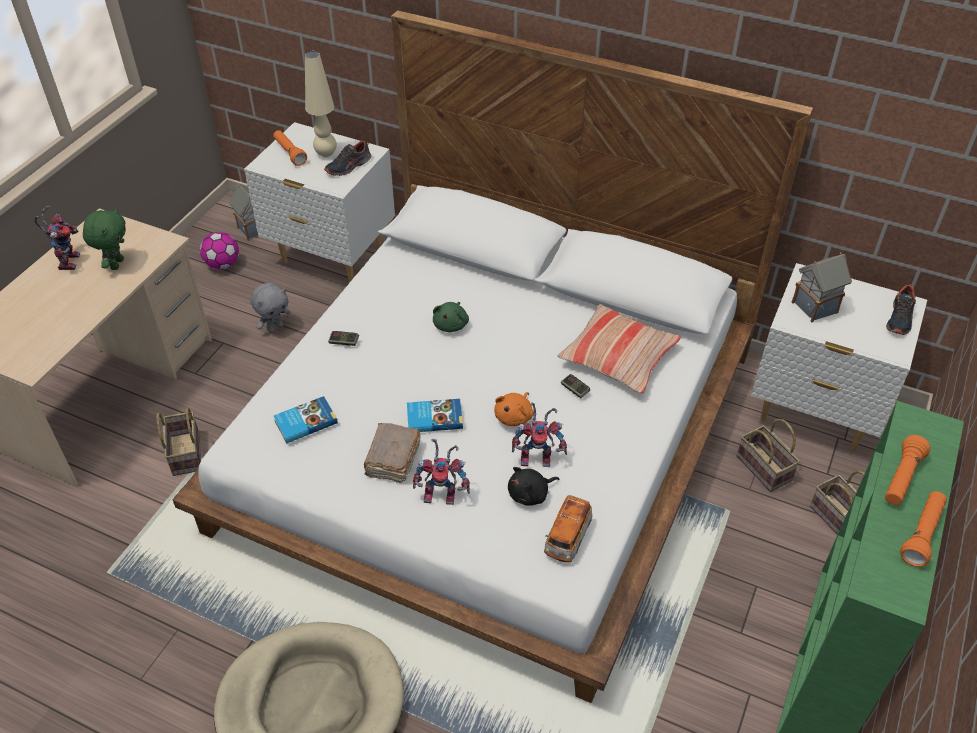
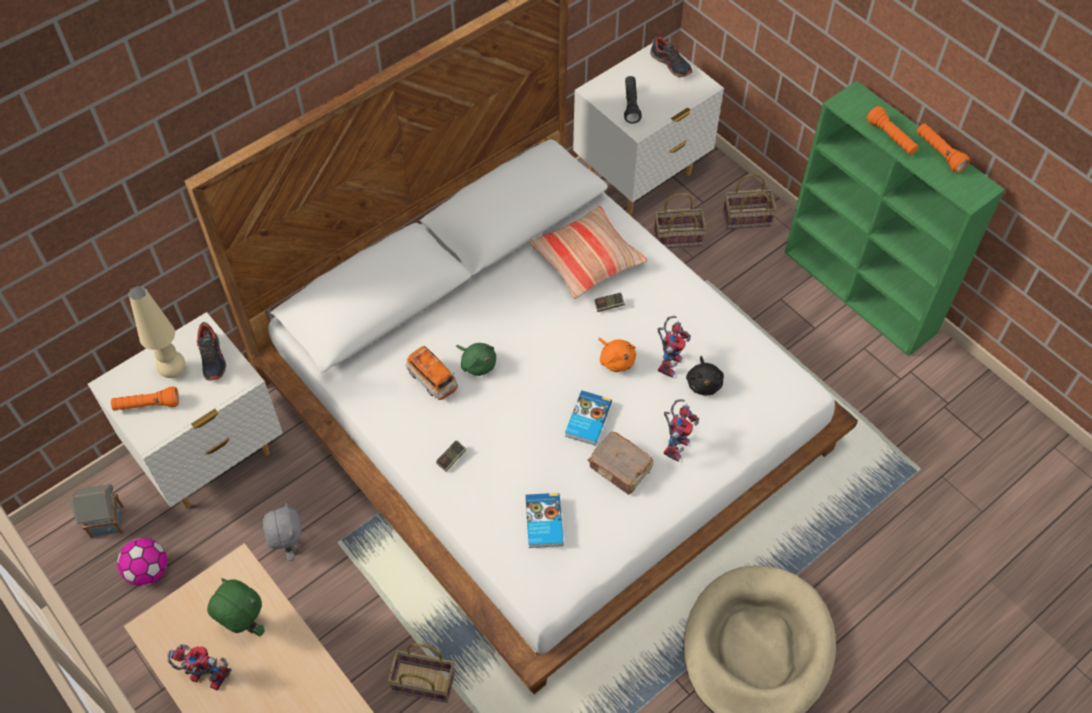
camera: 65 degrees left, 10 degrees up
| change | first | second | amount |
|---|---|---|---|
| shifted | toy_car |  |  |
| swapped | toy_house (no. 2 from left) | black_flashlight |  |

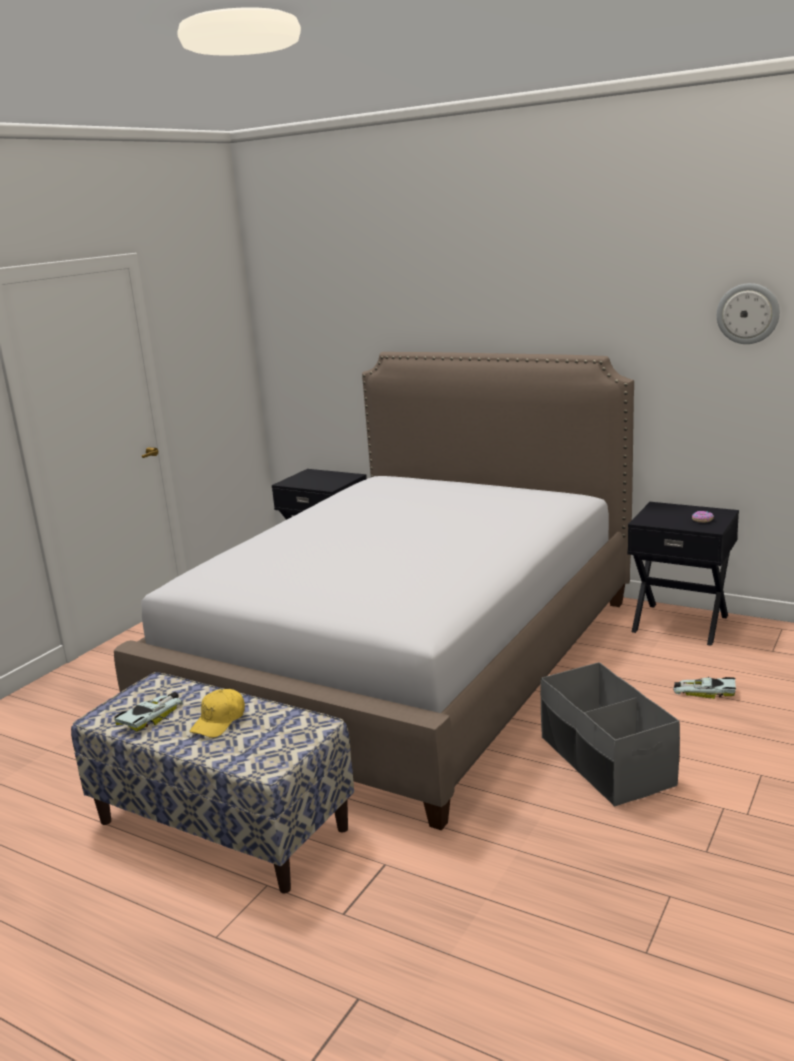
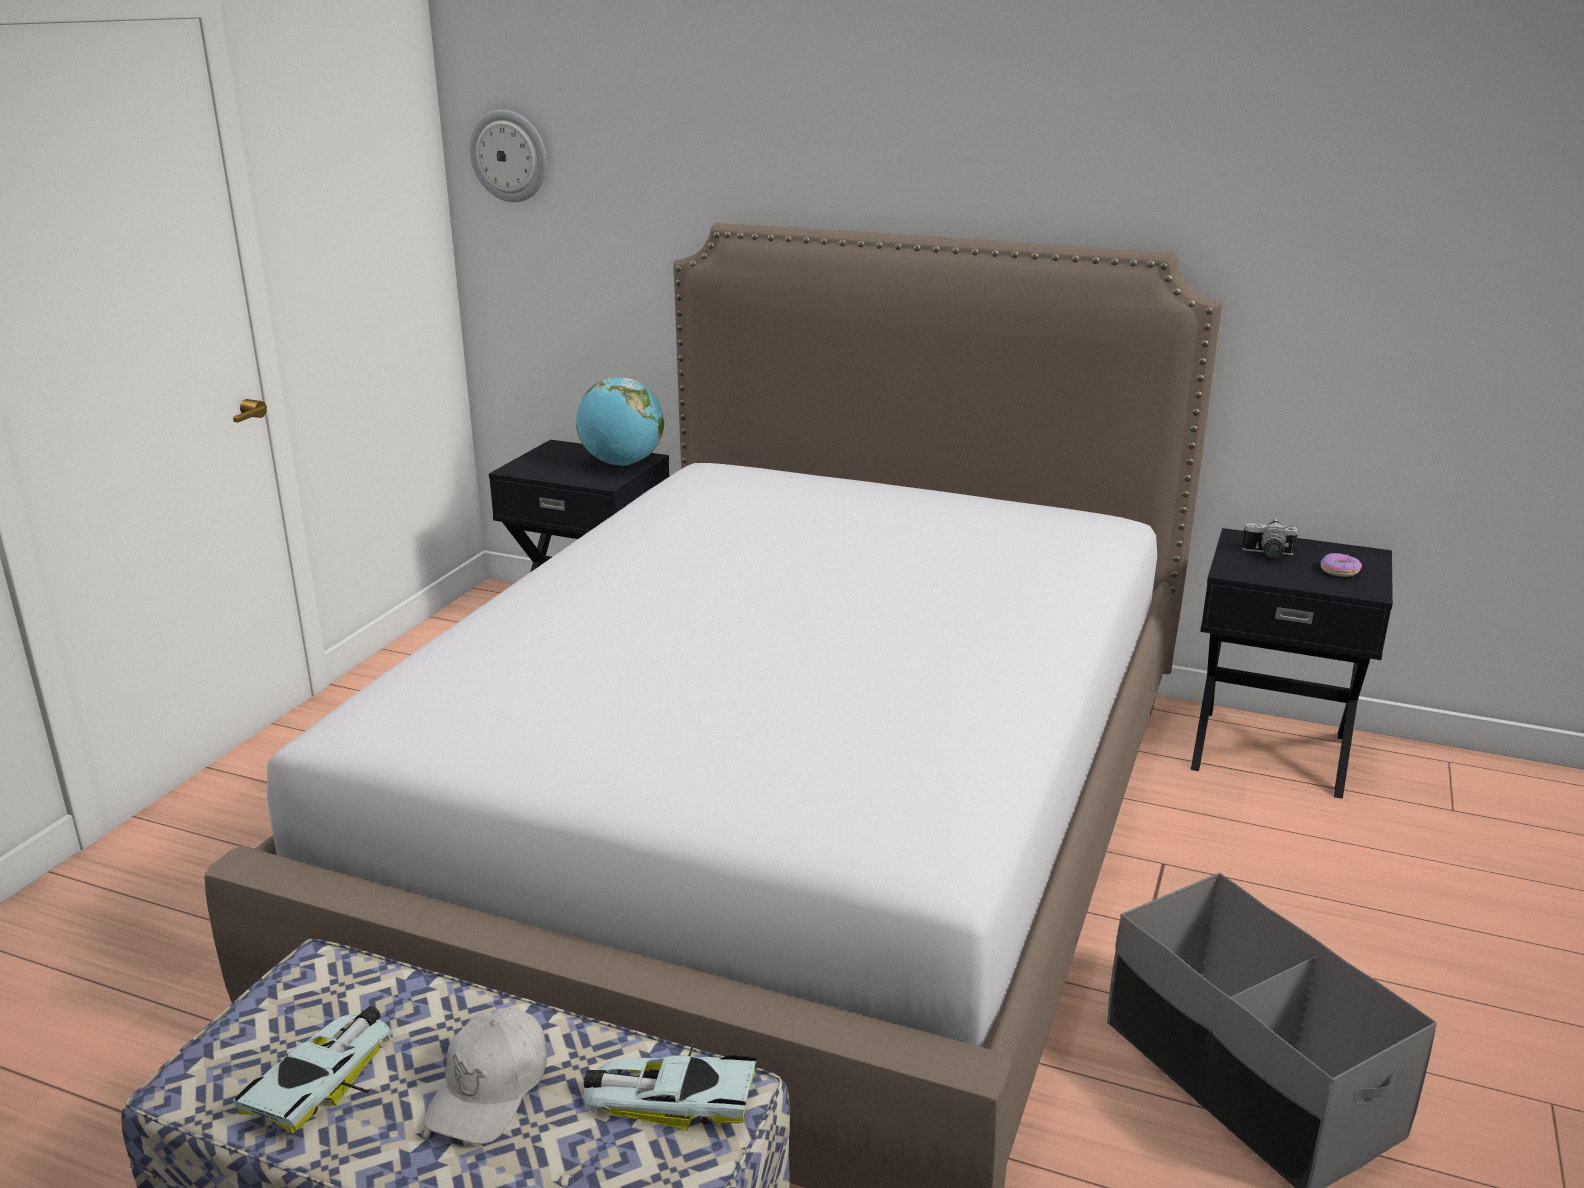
camera: 10 degrees left, 5 degrees up
| change | first | second | amount |
|---|---|---|---|
| repainted | yellow_cap | white_cap |  |
| shifted | toy_car (no. 2 from left) |  |  |
| shifted | wall_clock |  |  |
| new |  | globe |  |
| new |  | photo_camera |  |

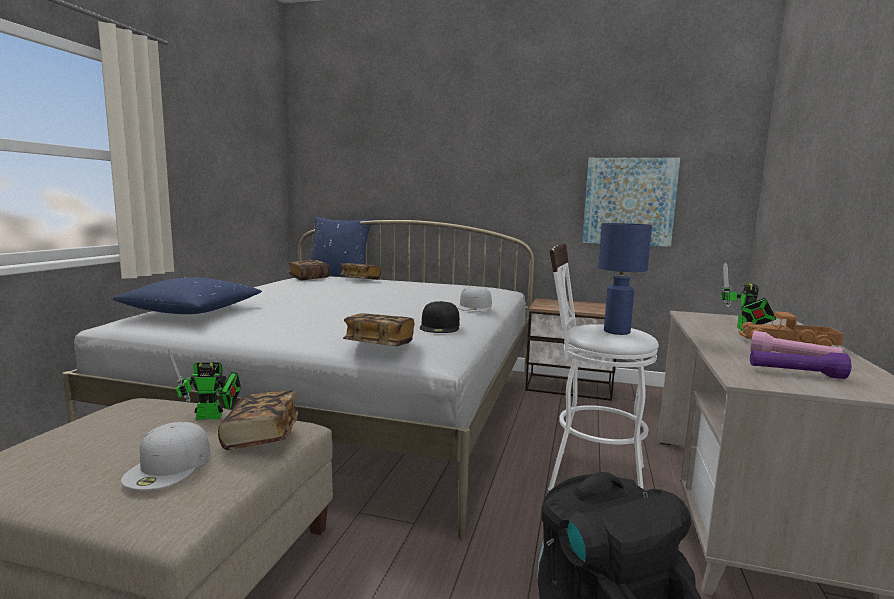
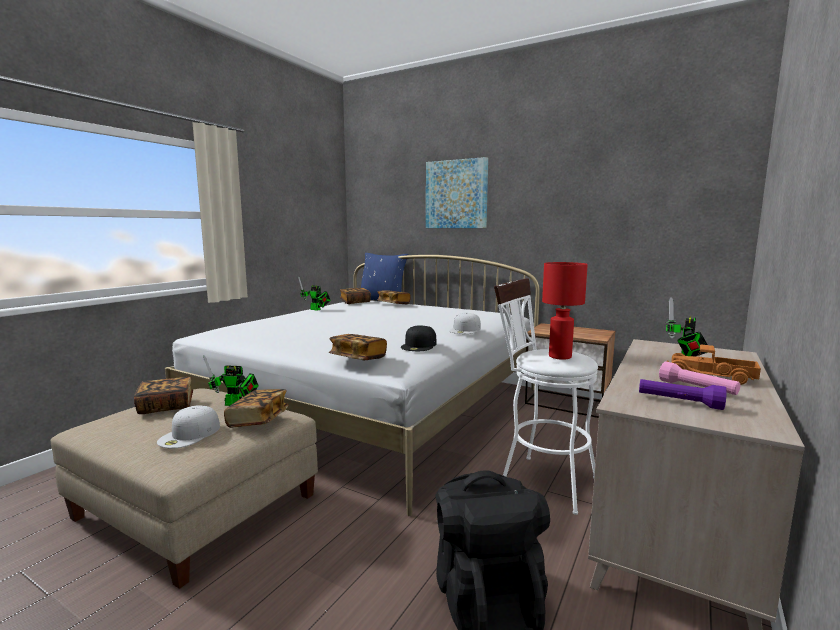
camera: 15 degrees right, 0 degrees up
| change | first | second | amount |
|---|---|---|---|
| gone | blue_pillow (no. 1 from left) |  |  |
| shifted | picture |  |  |
| repainted | blue_table_lamp | red_table_lamp |  |
| new |  | book (no. 1 from left) |  |
| new |  | toy_robot (no. 2 from left) |  |

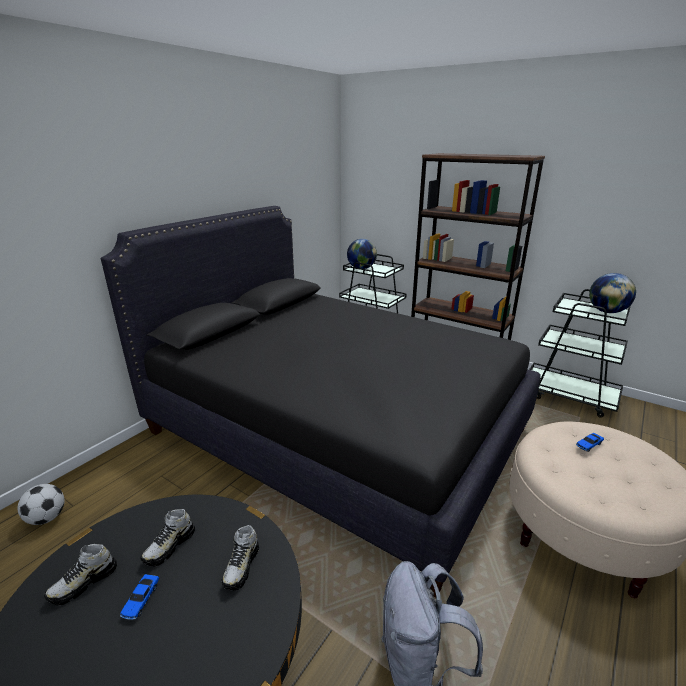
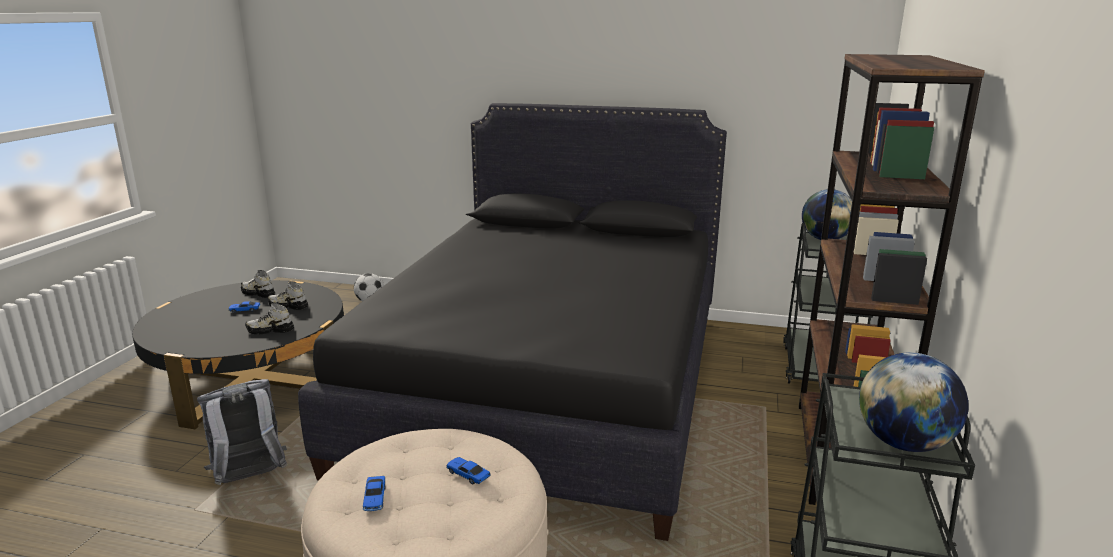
camera: 70 degrees right, 5 degrees down
| change | first | second | amount |
|---|---|---|---|
| new |  | toy_car (no. 2 from left) |  |

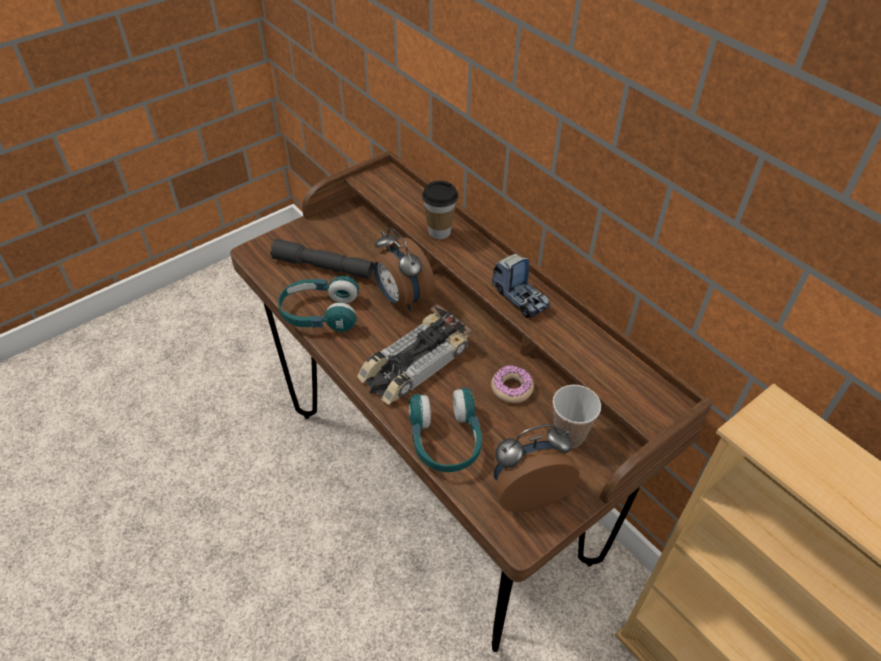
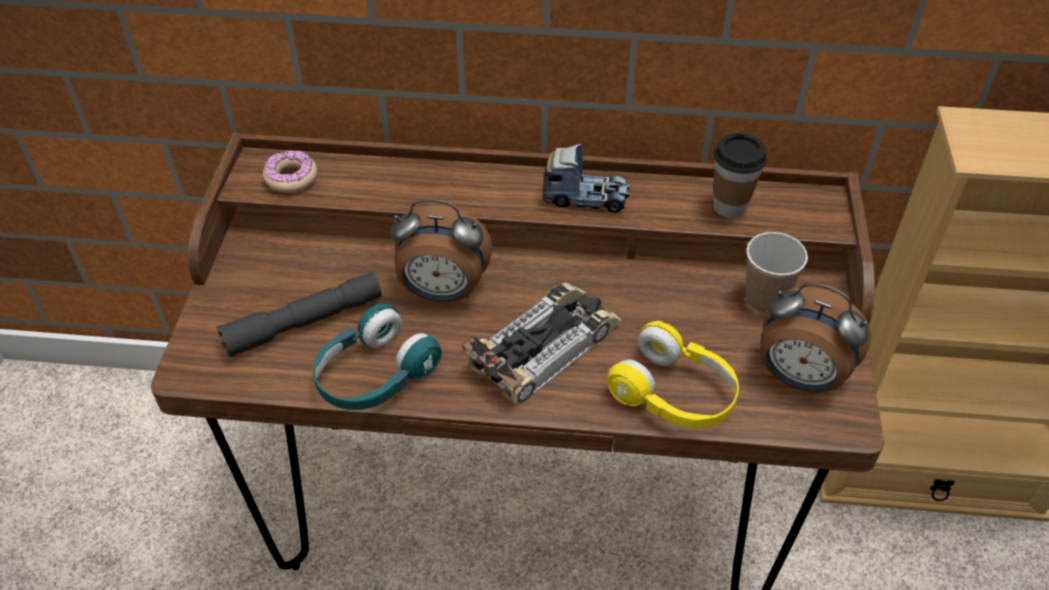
camera: 45 degrees left, 0 degrees up
| change | first | second | amount |
|---|---|---|---|
| rotated | toy_car |  | 135 degrees counterclockwise |
| repainted | turquoise_headphones (no. 2 from left) | yellow_headphones |  |
| shifted | cup (no. 1 from left) |  |  |
| shifted | donut |  |  |
| rotated | alarm_clock (no. 2 from left) |  | 90 degrees counterclockwise |

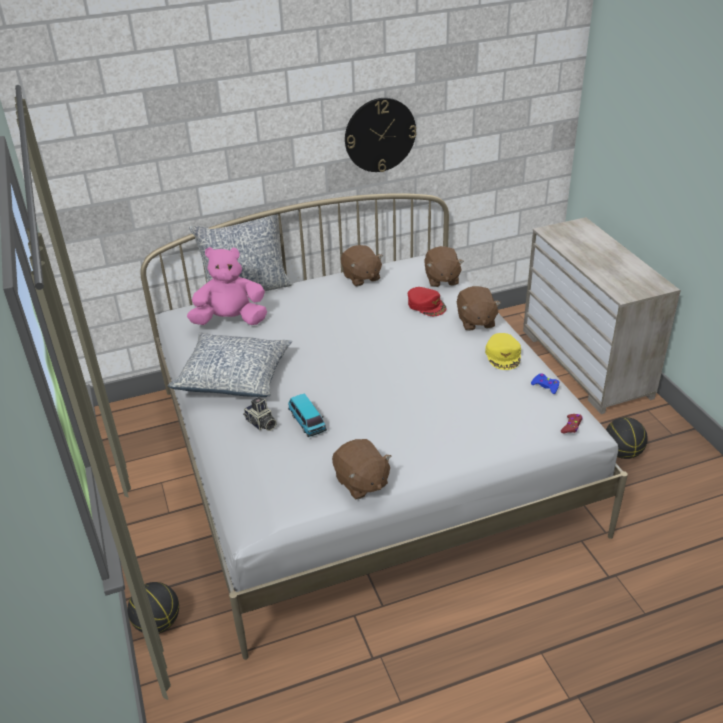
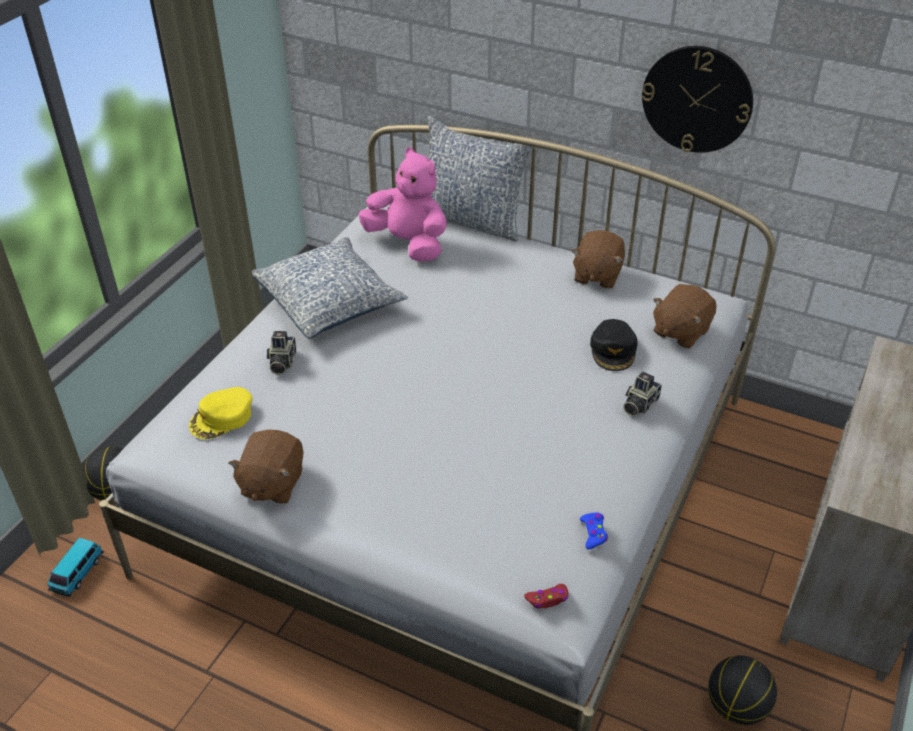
camera: 45 degrees right, 5 degrees up
| change | first | second | amount |
|---|---|---|---|
| shifted | toy_car |  |  |
| repainted | red_cap | black_cap |  |
| swapped | brown_plush_toy (no. 4 from left) | photo_camera (no. 2 from left) |  |
| shifted | yellow_cap |  |  |

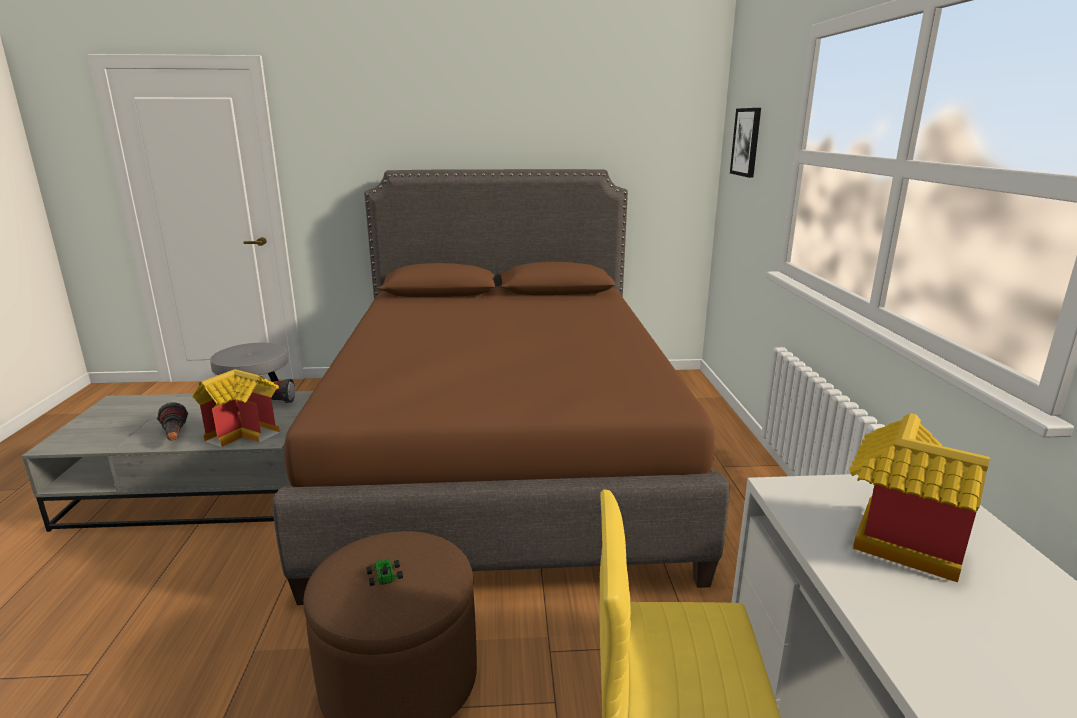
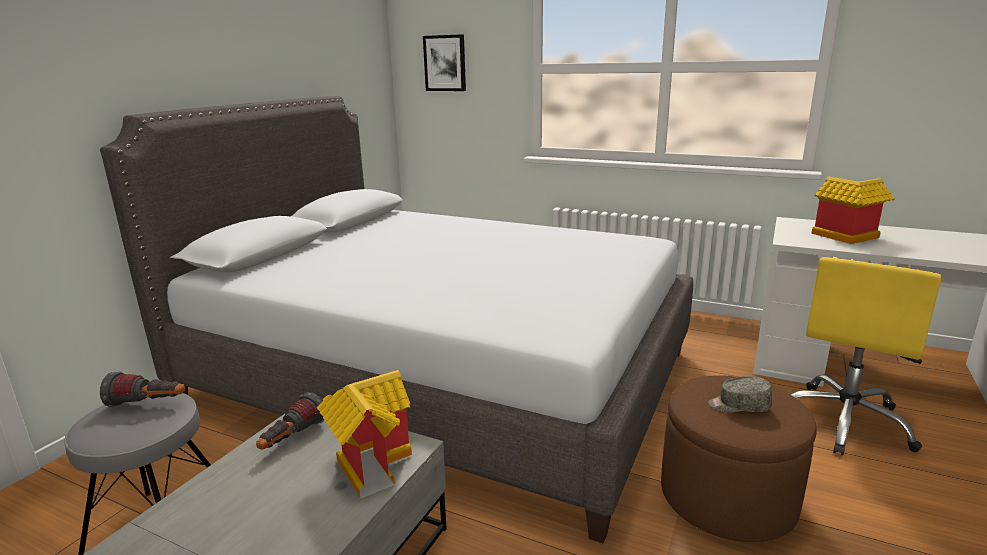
camera: 60 degrees left, 0 degrees up
| change | first | second | amount |
|---|---|---|---|
| shifted | flashlight (no. 1 from left) |  |  |
| repainted | brown_bed | grey_bed |  |
| swapped | toy_car | grey_cap |  |

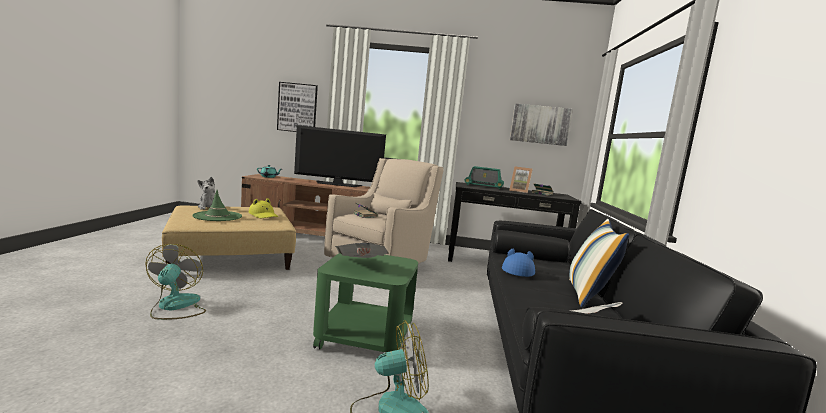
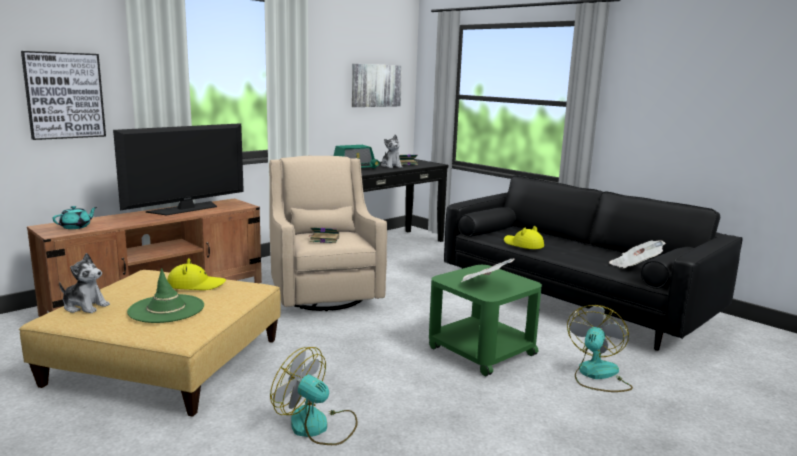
camera: 50 degrees left, 5 degrees up
| change | first | second | amount |
|---|---|---|---|
| repainted | blue_hat | yellow_hat (no. 2 from left) |  |
| swapped | picture_frame | plush_toy (no. 2 from left) |  |
| gone | pillow |  |  |

